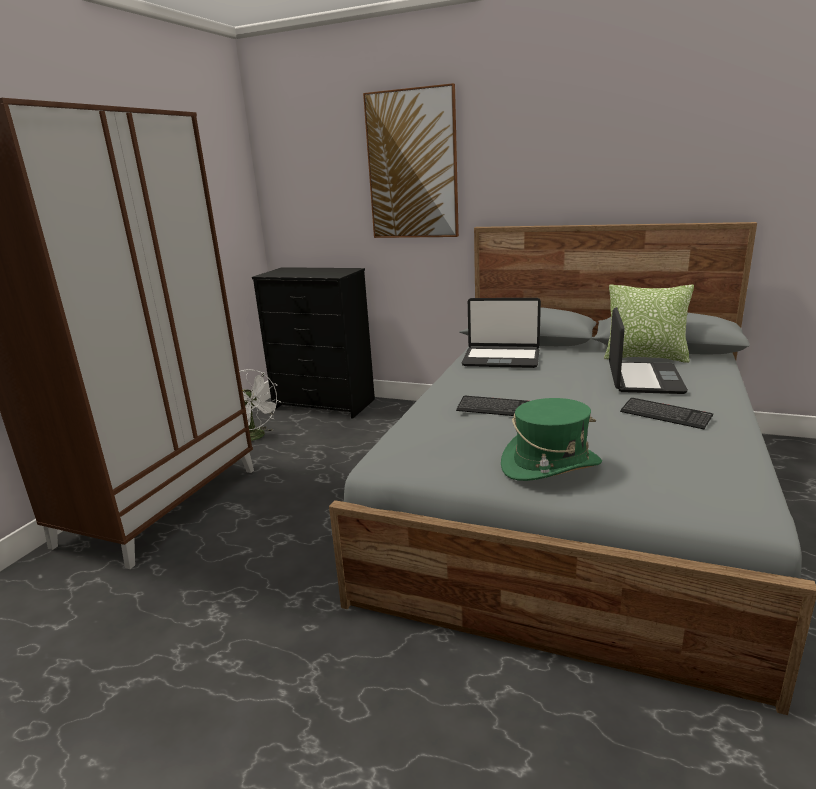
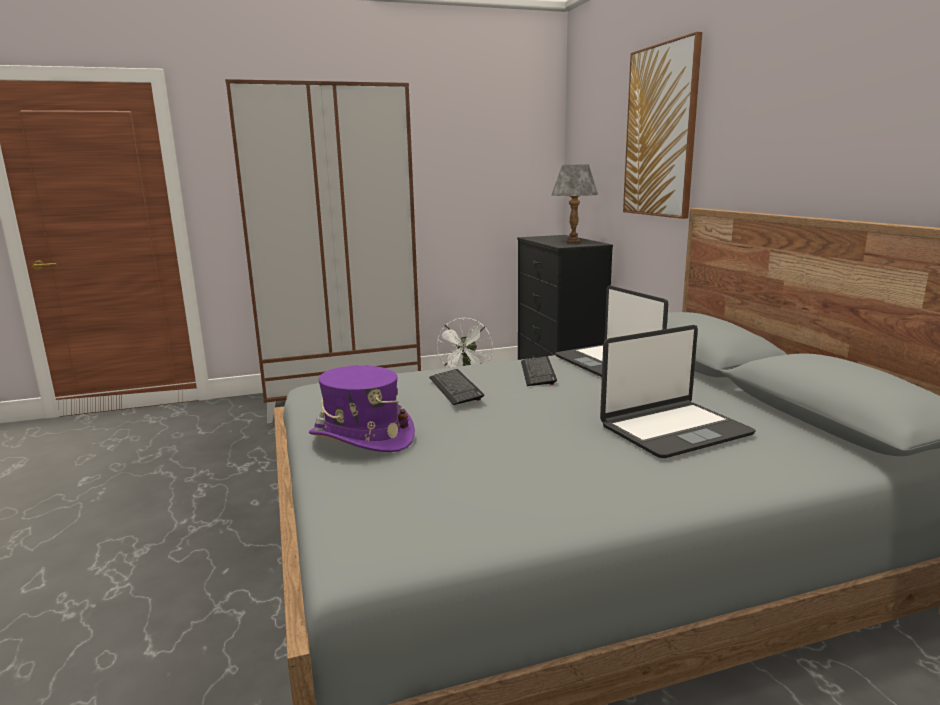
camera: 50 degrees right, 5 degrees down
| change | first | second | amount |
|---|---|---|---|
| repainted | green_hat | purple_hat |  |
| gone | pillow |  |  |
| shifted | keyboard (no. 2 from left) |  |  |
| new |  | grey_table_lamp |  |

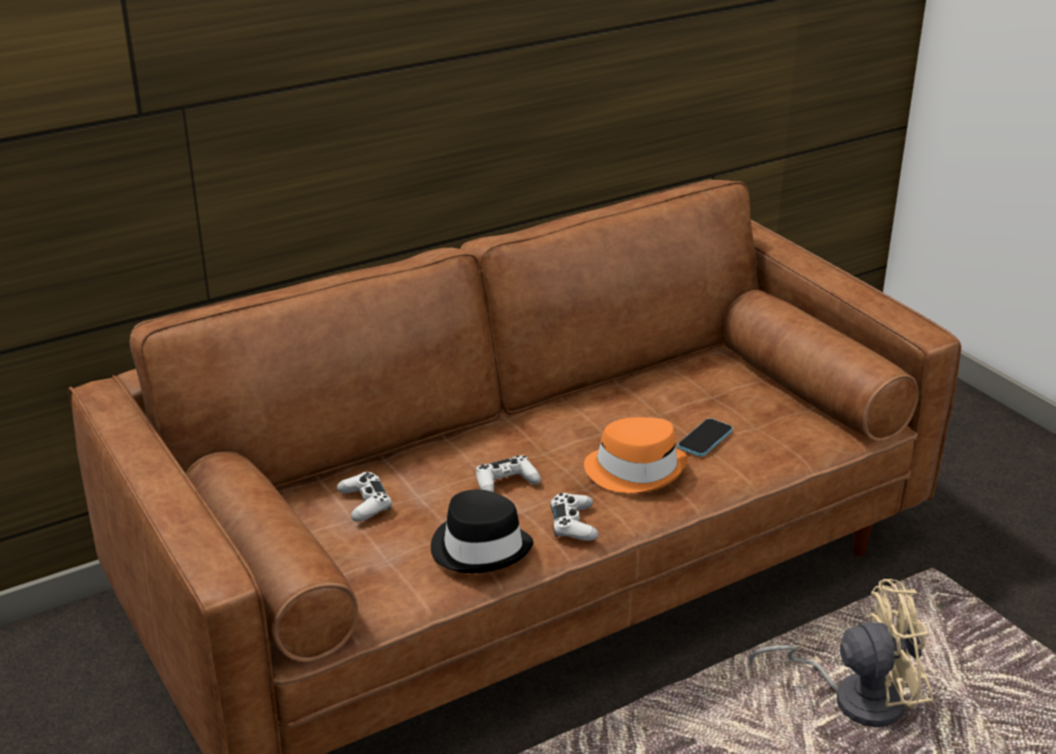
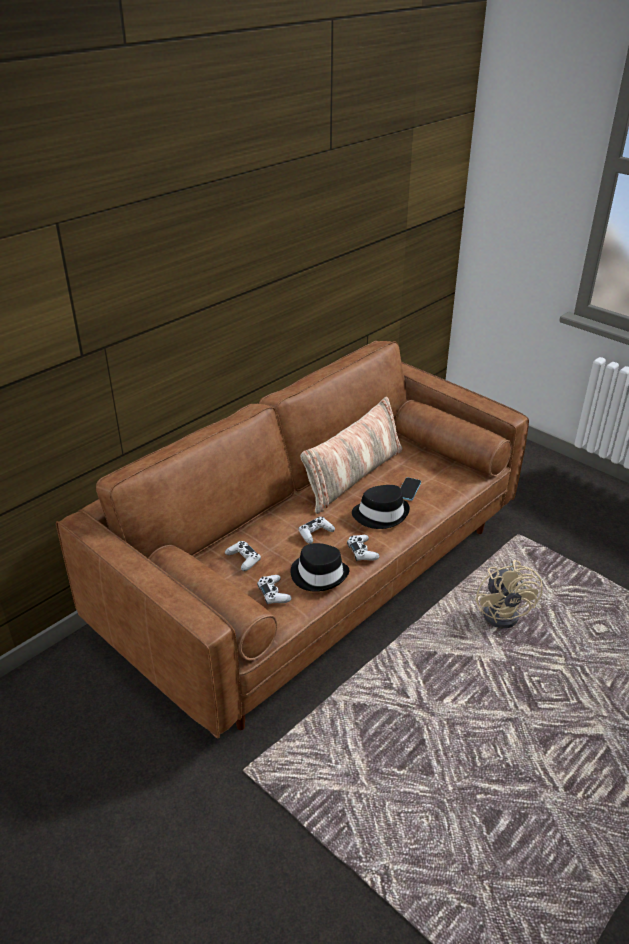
camera: 15 degrees left, 5 degrees up
| change | first | second | amount |
|---|---|---|---|
| repainted | orange_hat | black_hat (no. 2 from left) |  |
| rotated | beige_fan |  | 105 degrees clockwise |
| new |  | white_game_controller (no. 2 from left) |  |
| new |  | pillow |  |

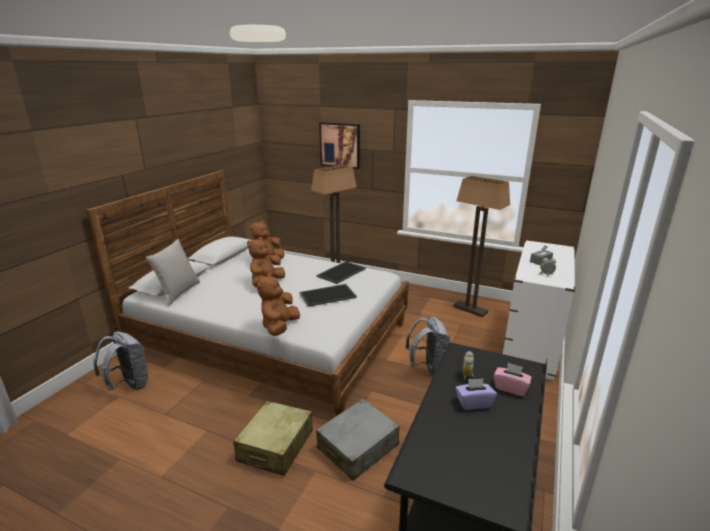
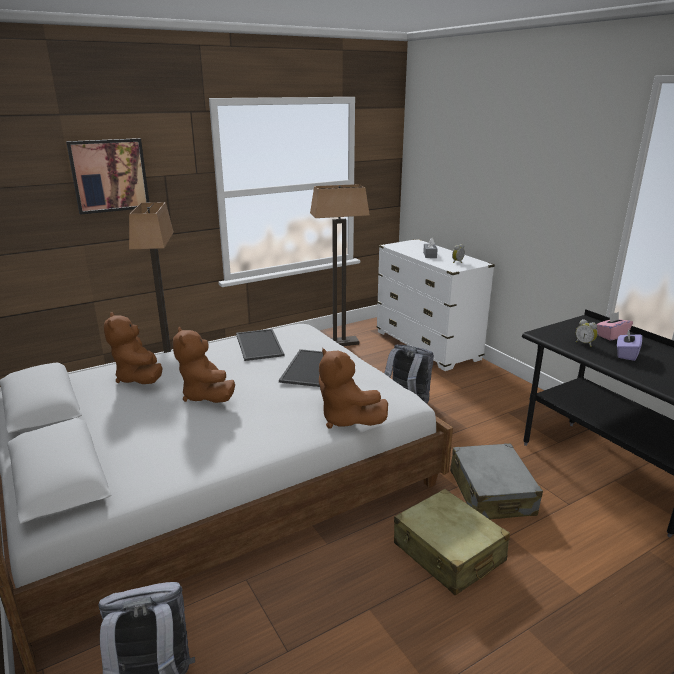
camera: 55 degrees left, 0 degrees up
| change | first | second | amount |
|---|---|---|---|
| gone | grey_pillow |  |  |

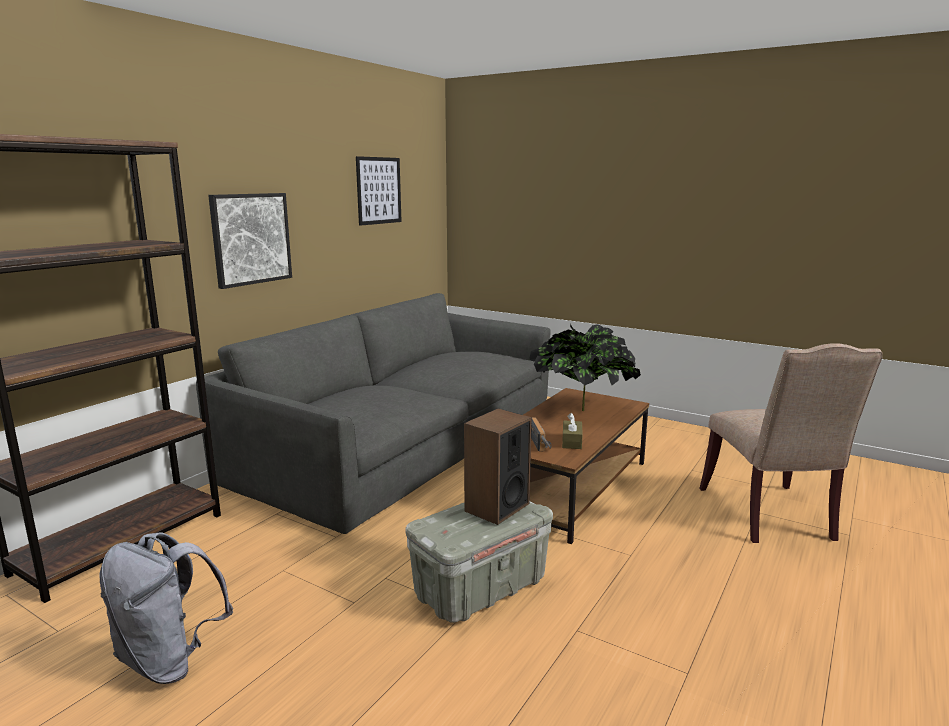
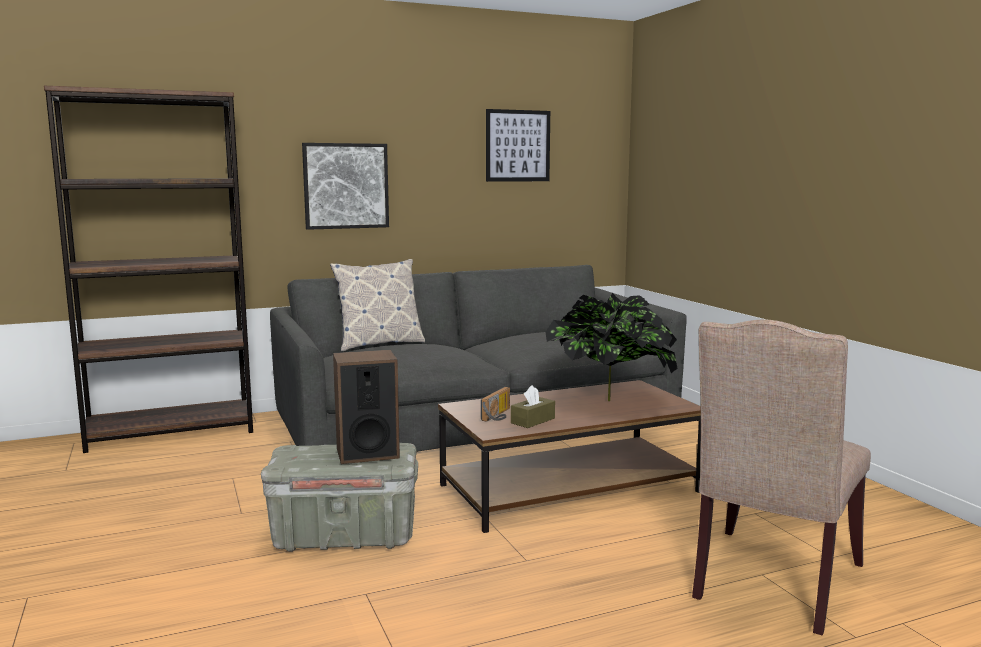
camera: 35 degrees right, 5 degrees down
| change | first | second | amount |
|---|---|---|---|
| gone | grey_backpack |  |  |
| new |  | pillow |  |

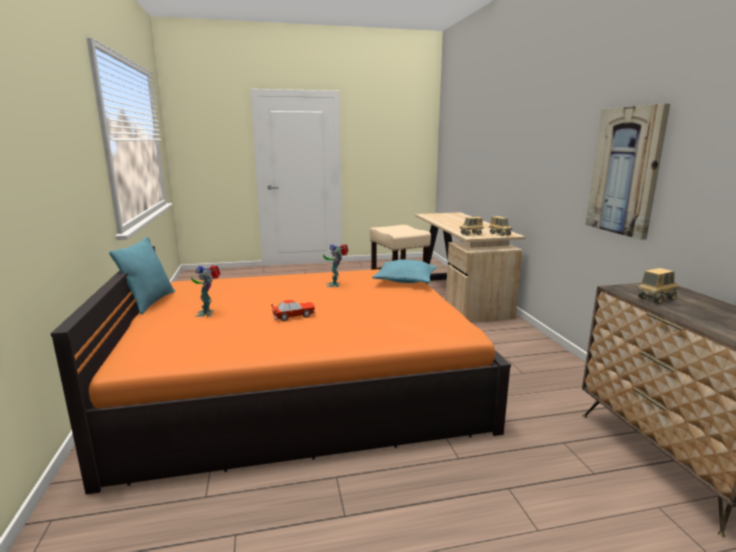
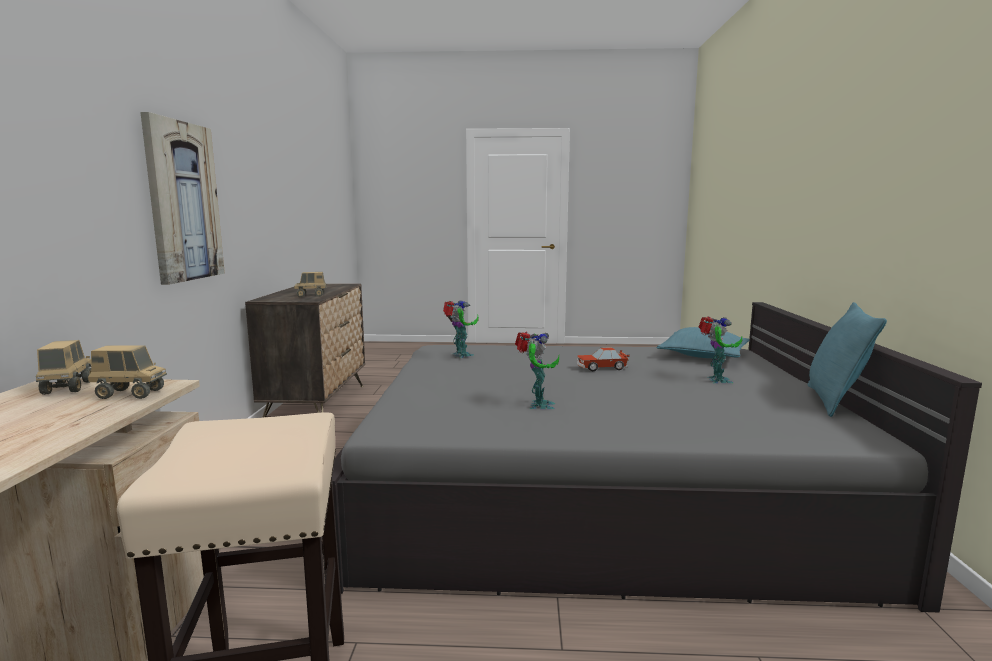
camera: 165 degrees left, 5 degrees down
| change | first | second | amount |
|---|---|---|---|
| repainted | orange_bed | grey_bed |  |
| shifted | turquoise_pillow (no. 2 from left in the first image) | turquoise_pillow (no. 1 from left) |  |
| new |  | toy_robot (no. 1 from left) |  |

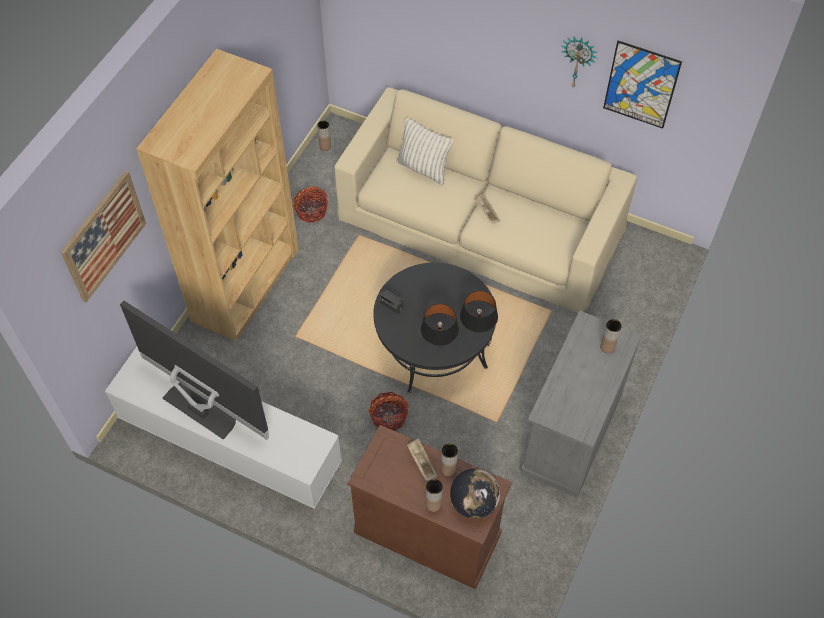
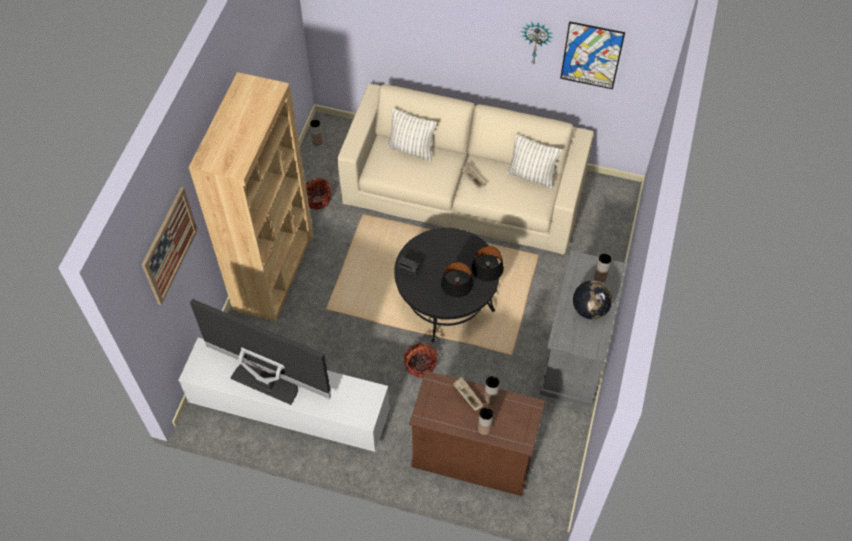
camera: 10 degrees left, 0 degrees up
| change | first | second | amount |
|---|---|---|---|
| shifted | globe |  |  |
| new |  | pillow (no. 2 from left) |  |

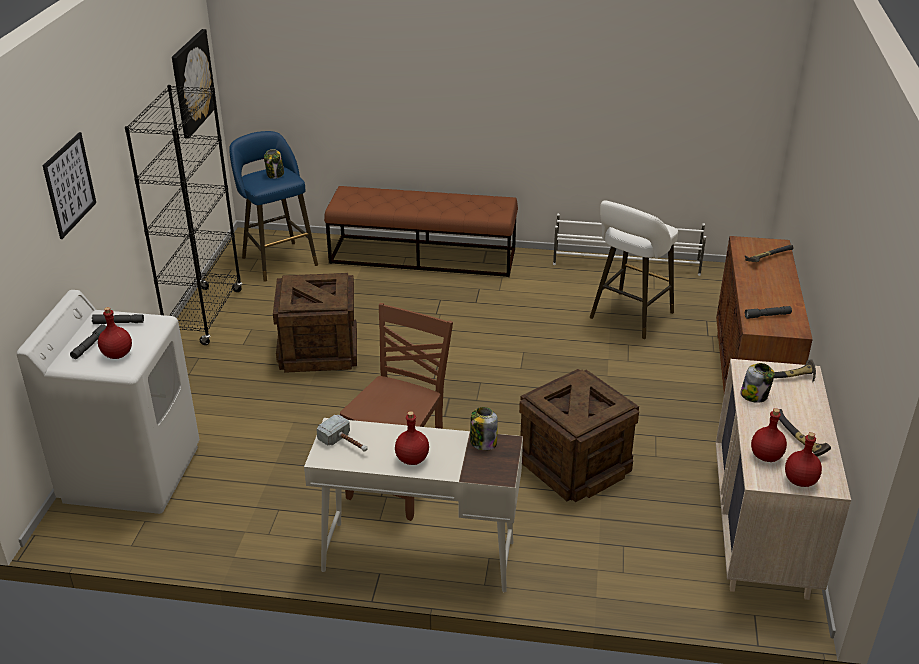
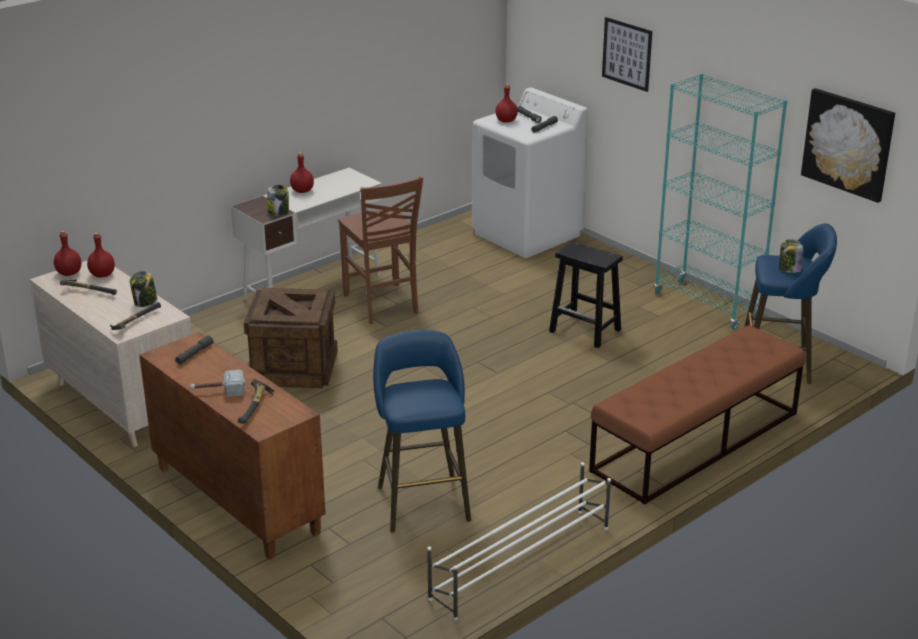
camera: 130 degrees right, 5 degrees down
| change | first | second | amount |
|---|---|---|---|
| repainted | black_bookcase | turquoise_bookcase |  |
| swapped | crate (no. 1 from left) | black_stool |  |
| shifted | hammer (no. 1 from left in the first image) | hammer (no. 3 from left) |  |
| repainted | white_stool | blue_stool (no. 1 from left) |  |

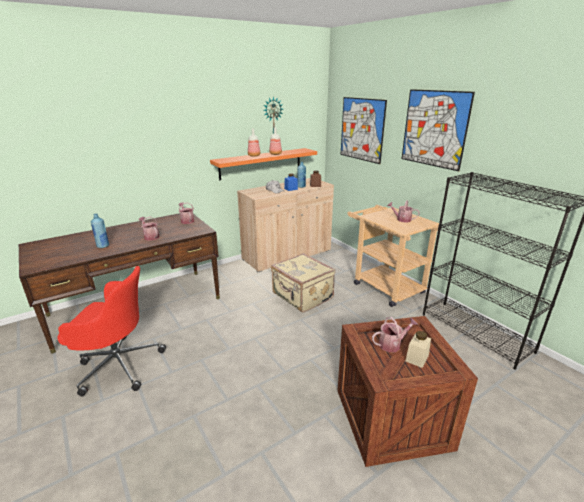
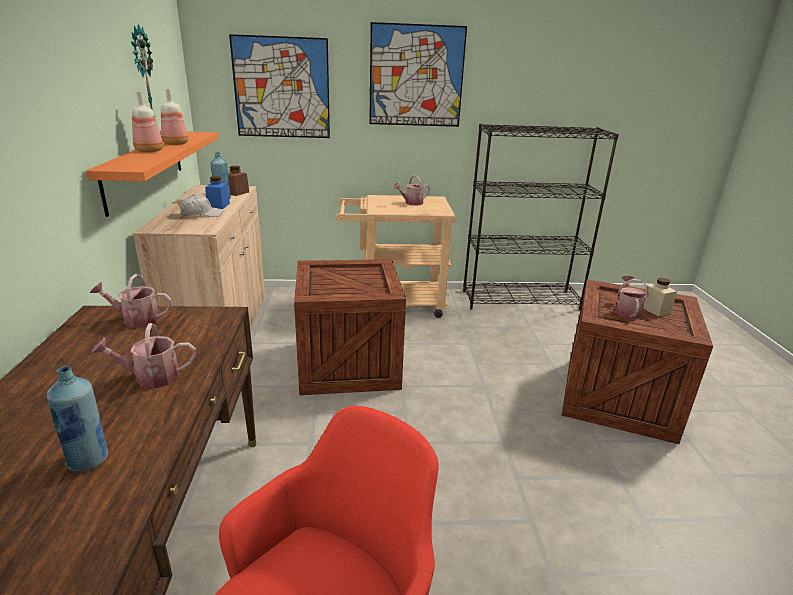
camera: 60 degrees left, 0 degrees up
| change | first | second | amount |
|---|---|---|---|
| swapped | beige_suitcase | crate (no. 1 from left) |  |

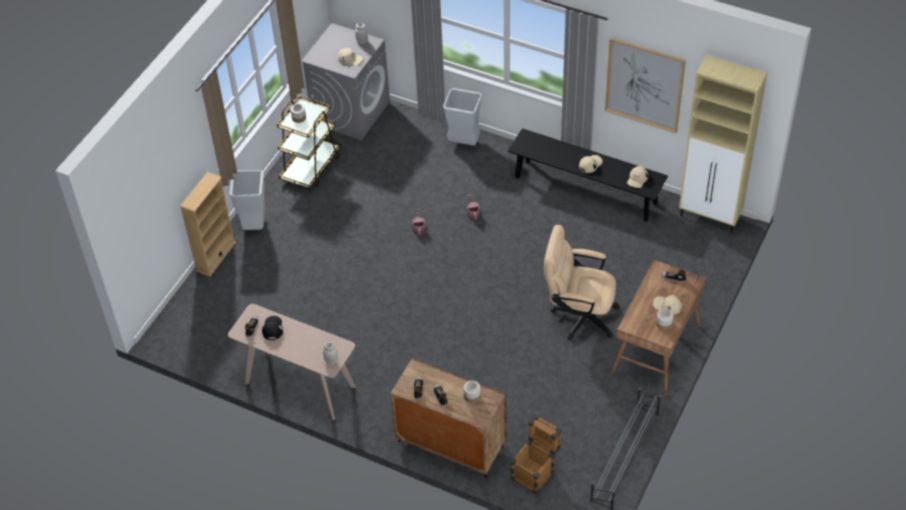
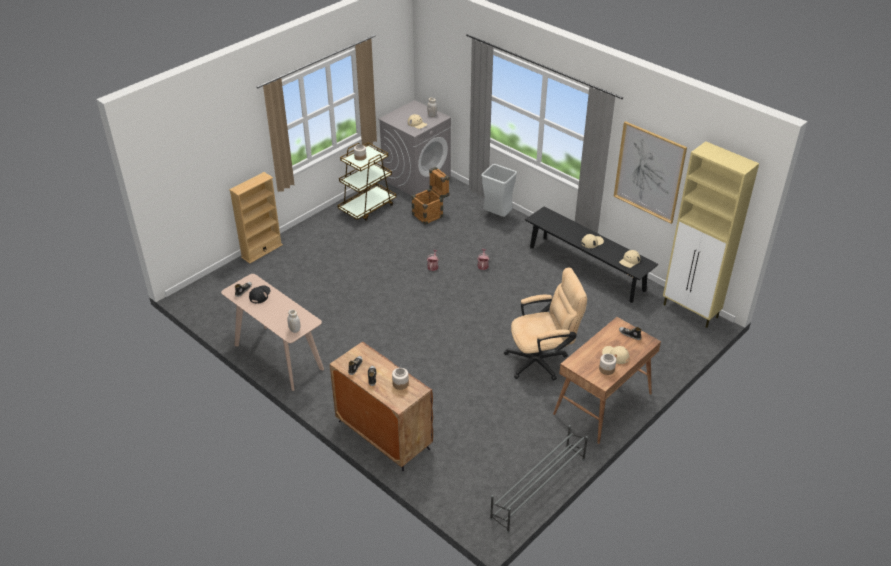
camera: 15 degrees right, 10 degrees down
| change | first | second | amount |
|---|---|---|---|
| gone | grey_trash_can (no. 1 from left) |  |  |
| shifted | crate |  |  |
| rotated | beige_office_chair |  | 135 degrees clockwise |

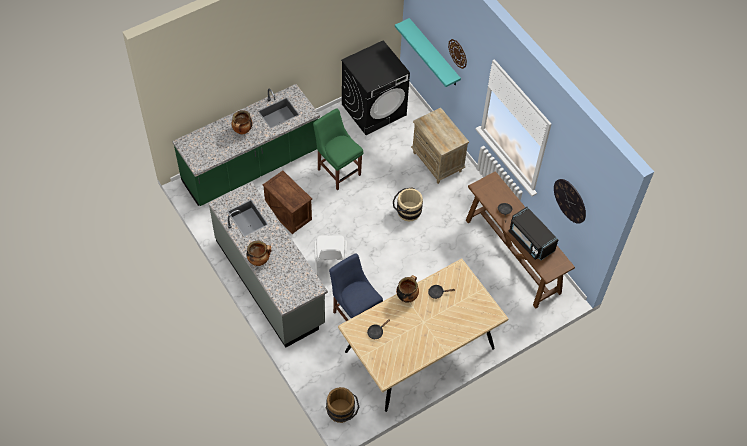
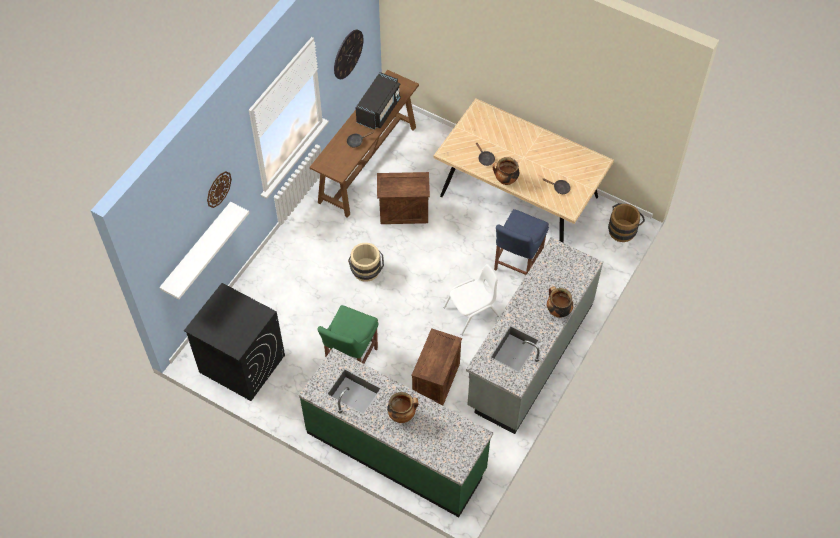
camera: 115 degrees left, 0 degrees up
| change | first | second | amount |
|---|---|---|---|
| repainted | turquoise_shelf | white_shelf |  |
| gone | beige_nightstand |  |  |
| new |  | crate (no. 1 from left) |  |

